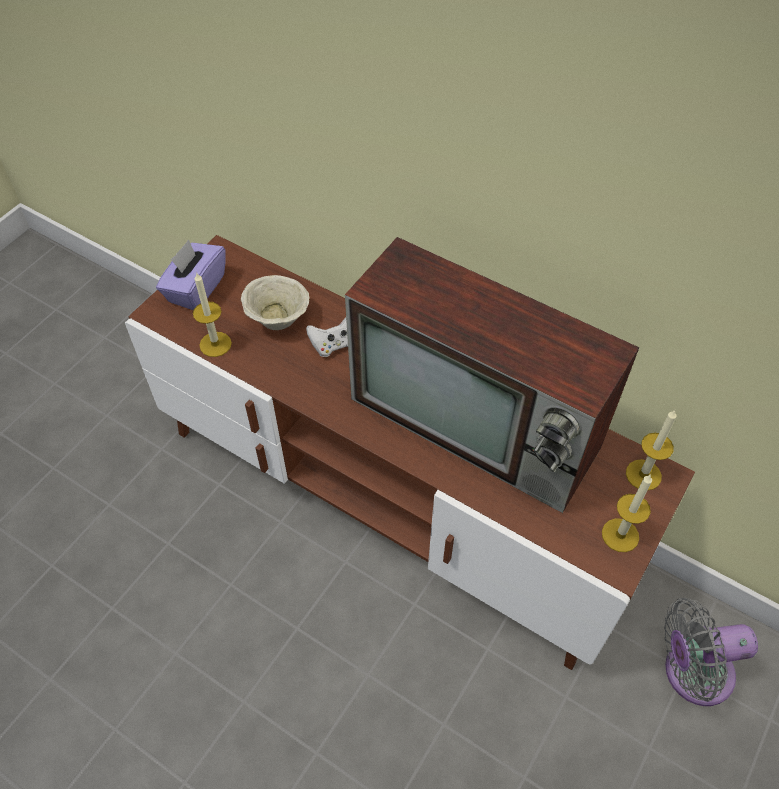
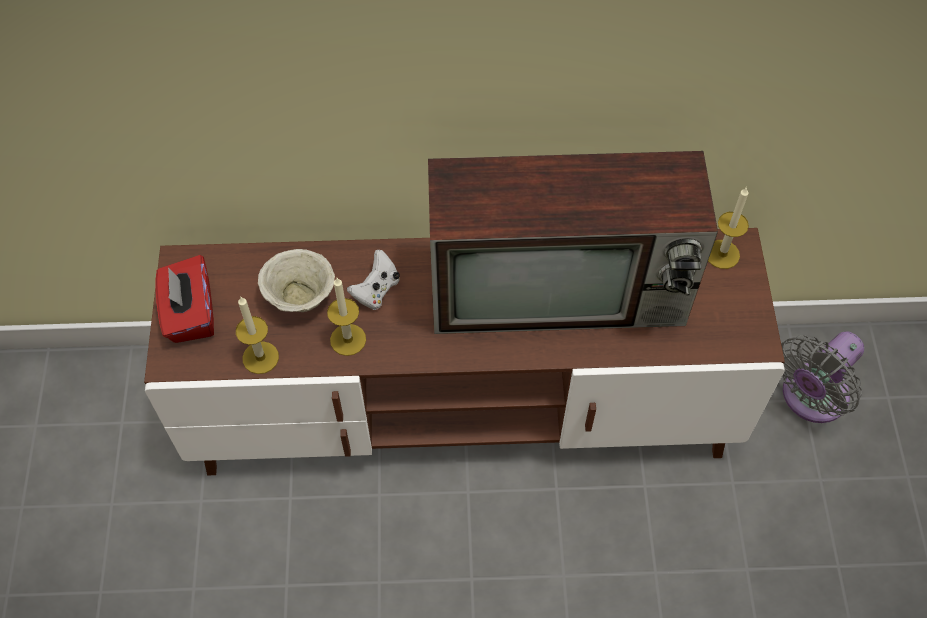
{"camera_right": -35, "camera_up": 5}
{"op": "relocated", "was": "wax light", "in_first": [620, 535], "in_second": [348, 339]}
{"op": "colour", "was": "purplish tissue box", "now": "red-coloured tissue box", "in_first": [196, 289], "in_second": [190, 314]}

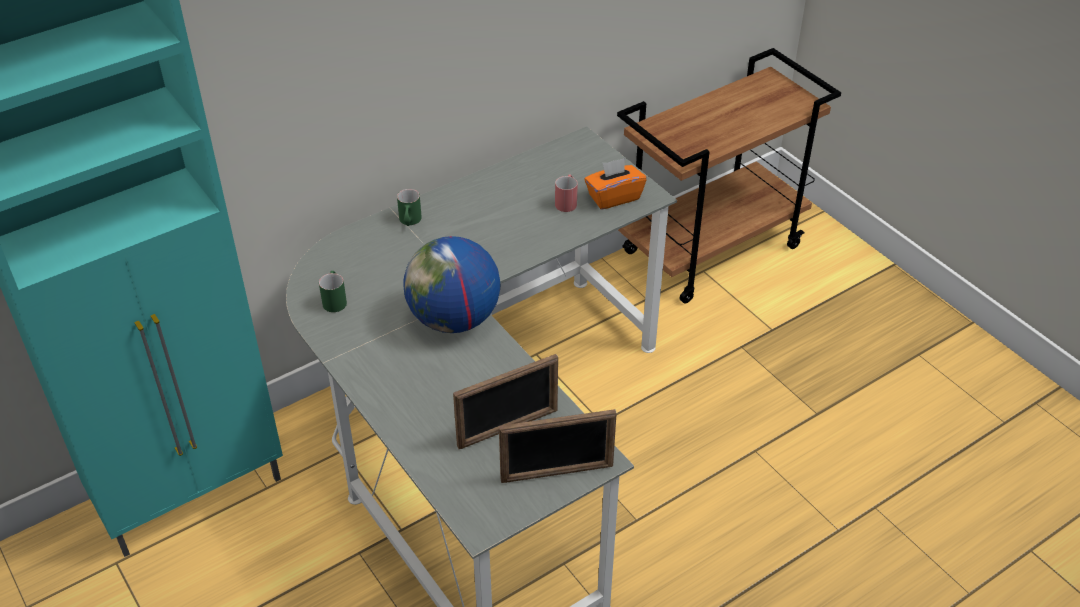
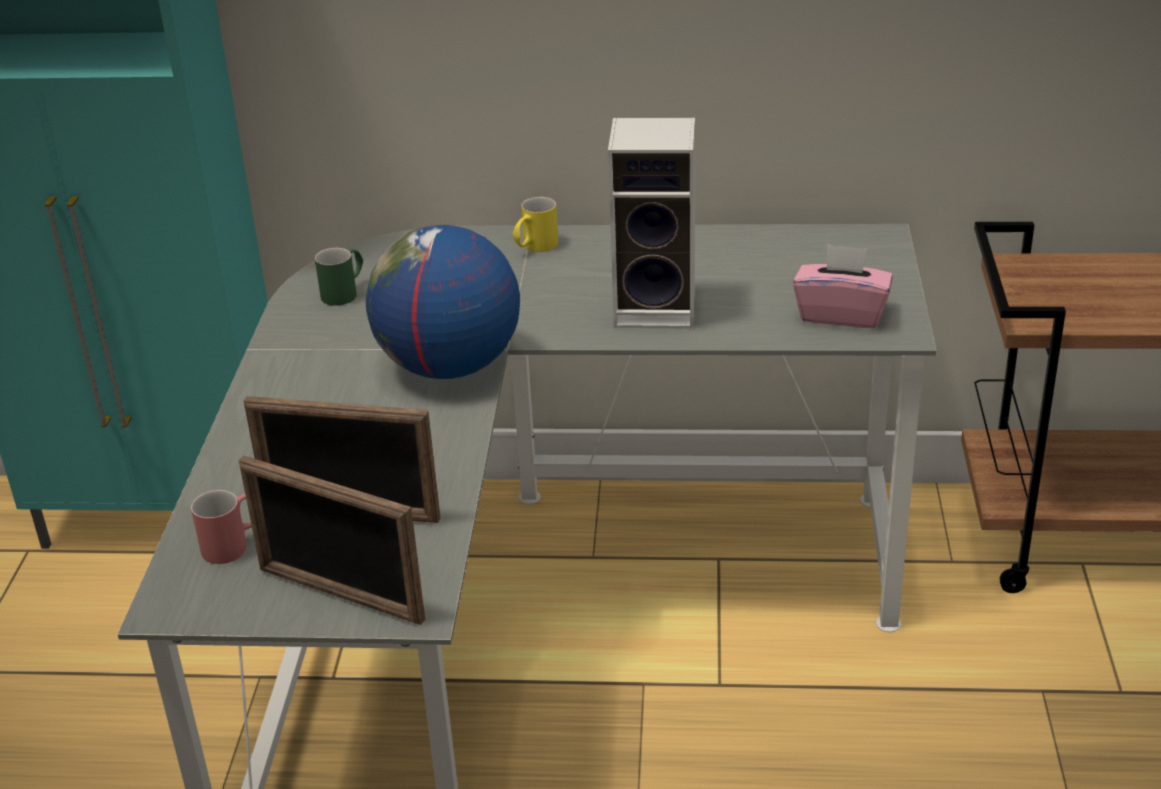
{"camera_right": 40, "camera_up": -10}
{"op": "appeared", "now": "loudspeaker", "in_second": [659, 308]}
{"op": "relocated", "was": "red-coloured mug", "in_first": [567, 201], "in_second": [235, 544]}
{"op": "colour", "was": "green mug", "now": "yellow-coloured mug", "in_first": [409, 222], "in_second": [534, 247]}
{"op": "colour", "was": "orange-coloured tissue box", "now": "pink-coloured tissue box", "in_first": [614, 197], "in_second": [841, 314]}

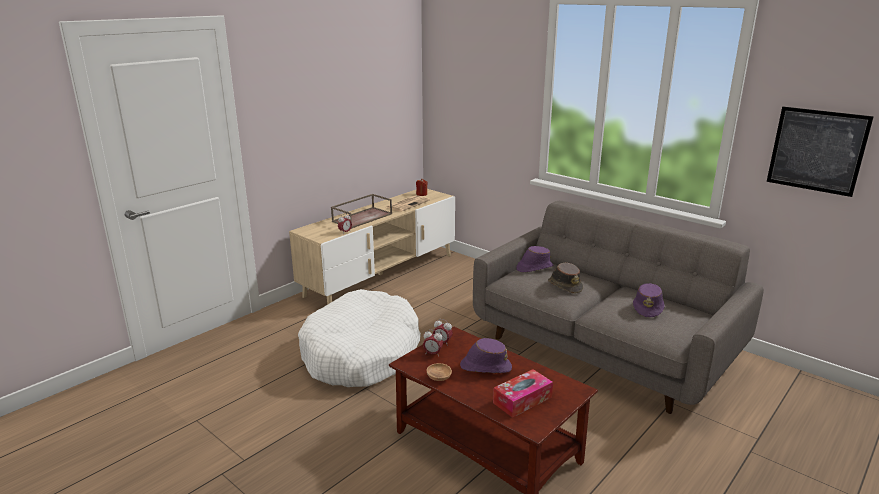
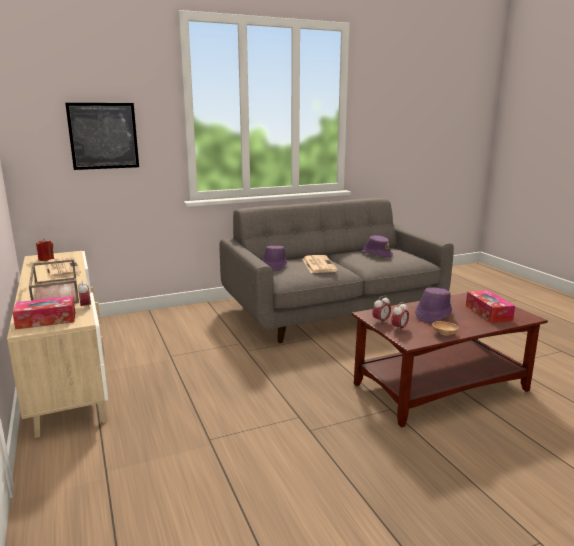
{"camera_right": -65, "camera_up": -5}
{"op": "missing", "was": "white pet bed", "in_first": [361, 354]}
{"op": "appeared", "now": "tissue box", "in_second": [46, 320]}
{"op": "relocated", "was": "wall art", "in_first": [817, 150], "in_second": [103, 136]}
{"op": "exchanged", "was": "brownish hat", "now": "printed paper", "in_first": [565, 285], "in_second": [318, 264]}

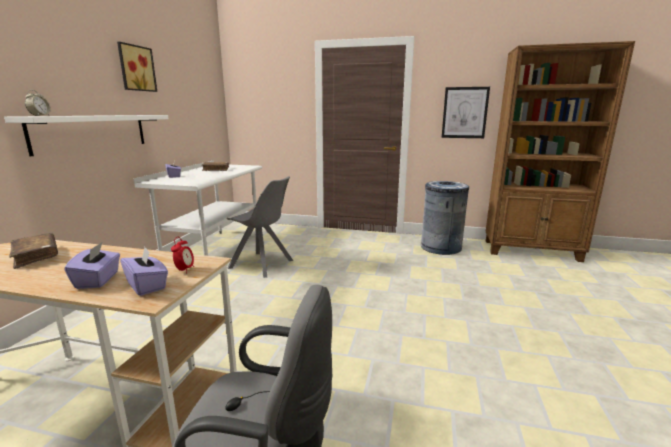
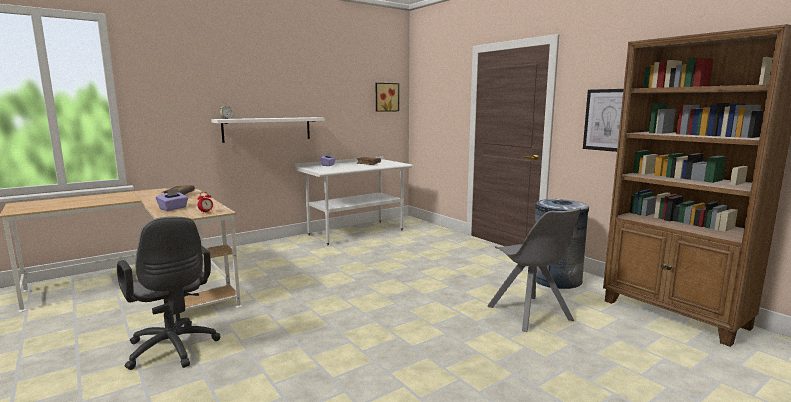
{"camera_right": 40, "camera_up": -5}
{"op": "missing", "was": "purplish tissue box", "in_first": [147, 285]}
{"op": "relocated", "was": "wall art", "in_first": [135, 68], "in_second": [386, 97]}
{"op": "relocated", "was": "greyish plain chair", "in_first": [262, 265], "in_second": [530, 314]}

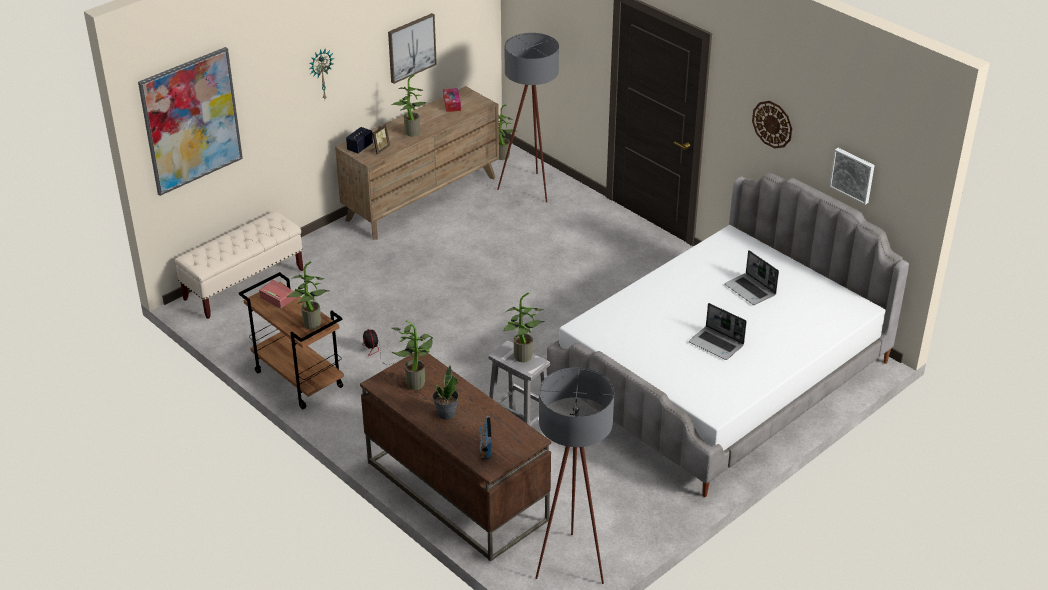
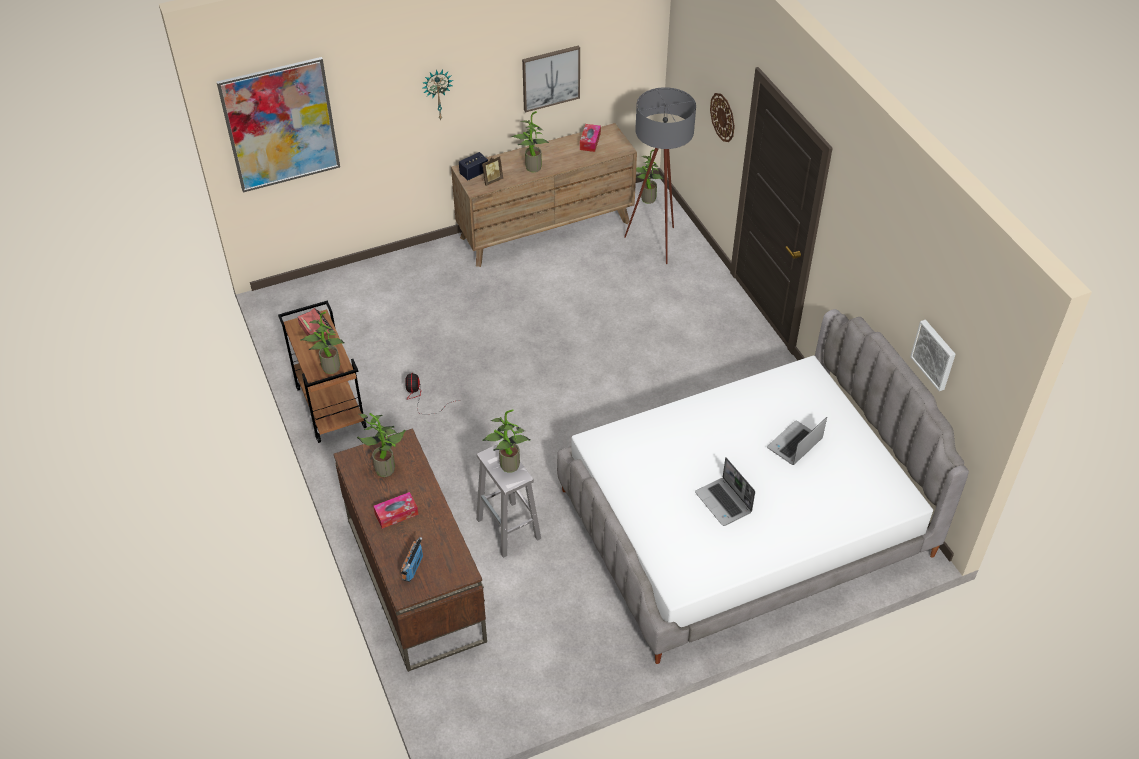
{"camera_right": 20, "camera_up": 10}
{"op": "missing", "was": "beige-coloured long seat", "in_first": [244, 285]}
{"op": "missing", "was": "greyish standing lamp", "in_first": [571, 558]}
{"op": "relocated", "was": "hanging clock", "in_first": [772, 124], "in_second": [723, 117]}
{"op": "exchanged", "was": "plant in a pot", "now": "tissue box", "in_first": [446, 413], "in_second": [396, 514]}
{"op": "spun", "was": "laptop", "in_first": [750, 290], "in_second": [794, 444], "clockwise": 60}

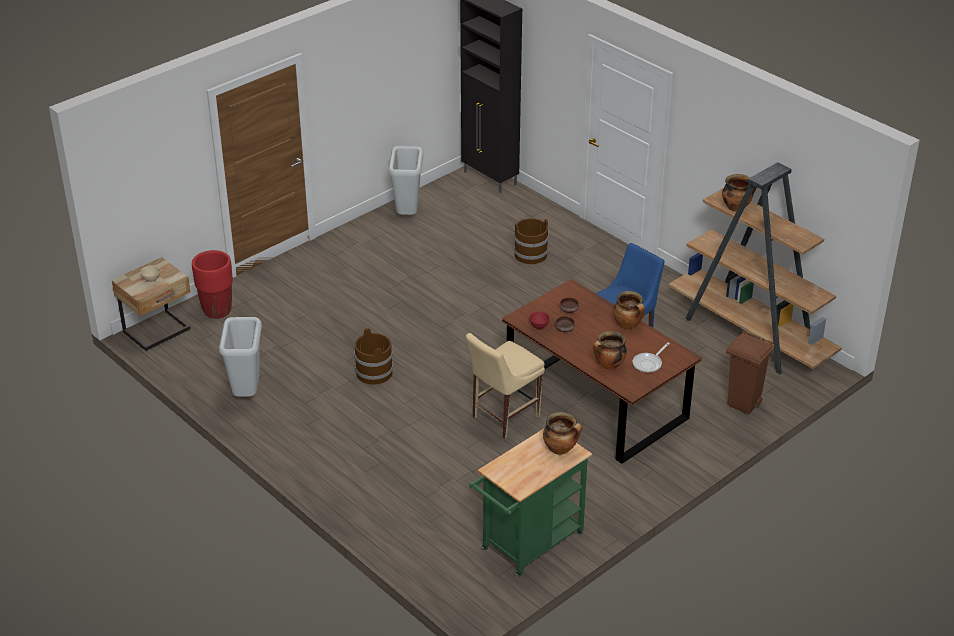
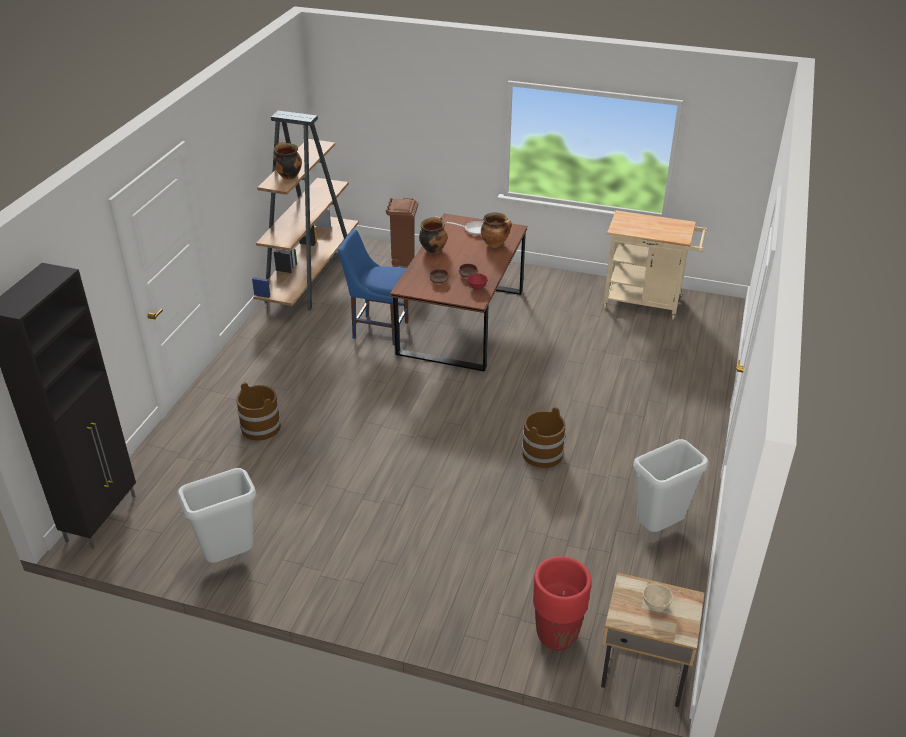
{"camera_right": -120, "camera_up": 0}
{"op": "missing", "was": "beige-coloured plain chair", "in_first": [503, 418]}
{"op": "missing", "was": "saucepot", "in_first": [561, 449]}
{"op": "colour", "was": "green wheeled cart", "now": "beige-coloured wheeled cart", "in_first": [528, 545], "in_second": [647, 303]}

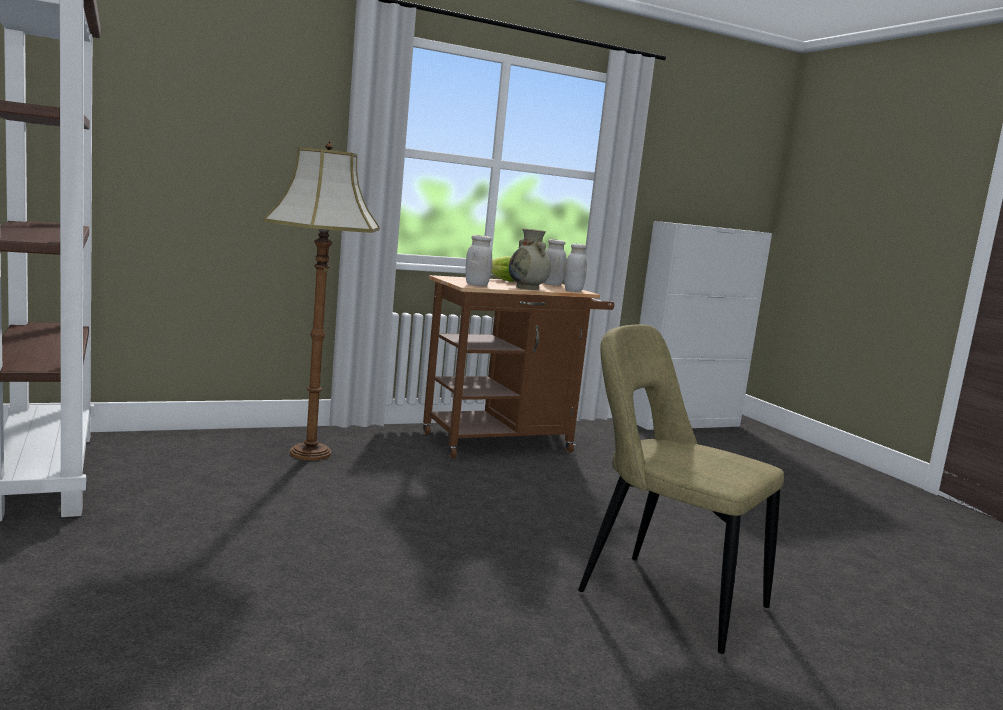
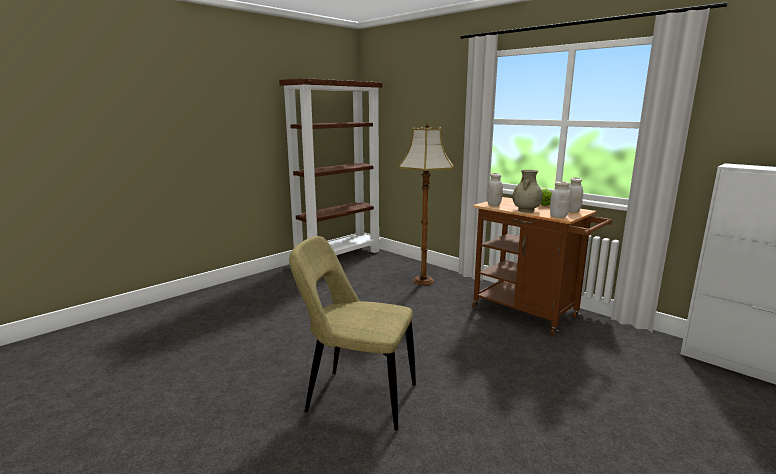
{"camera_right": 70, "camera_up": 5}
{"op": "spun", "was": "beige-coloured plain chair", "in_first": [664, 597], "in_second": [356, 397], "clockwise": -90}

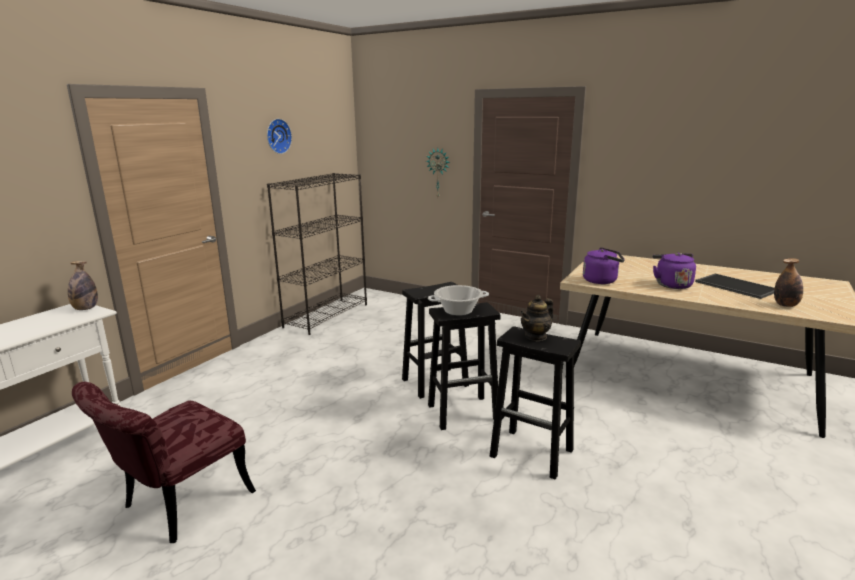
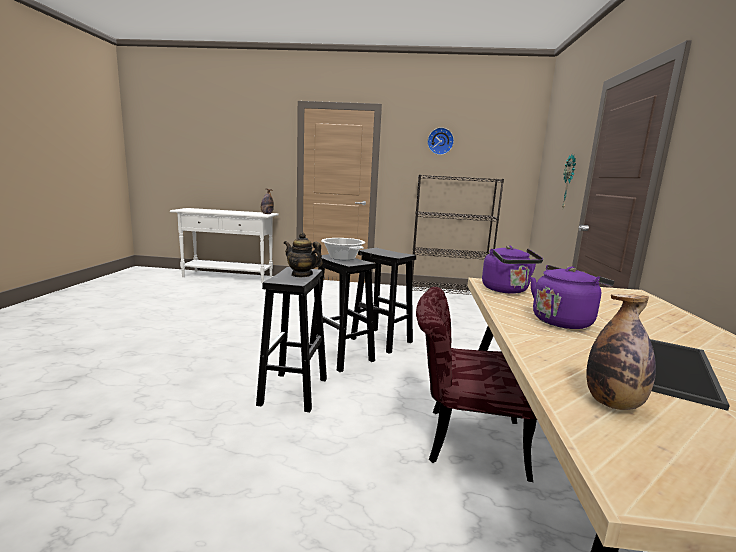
{"camera_right": 65, "camera_up": -5}
{"op": "relocated", "was": "red-coloured plain chair", "in_first": [177, 506], "in_second": [462, 439]}

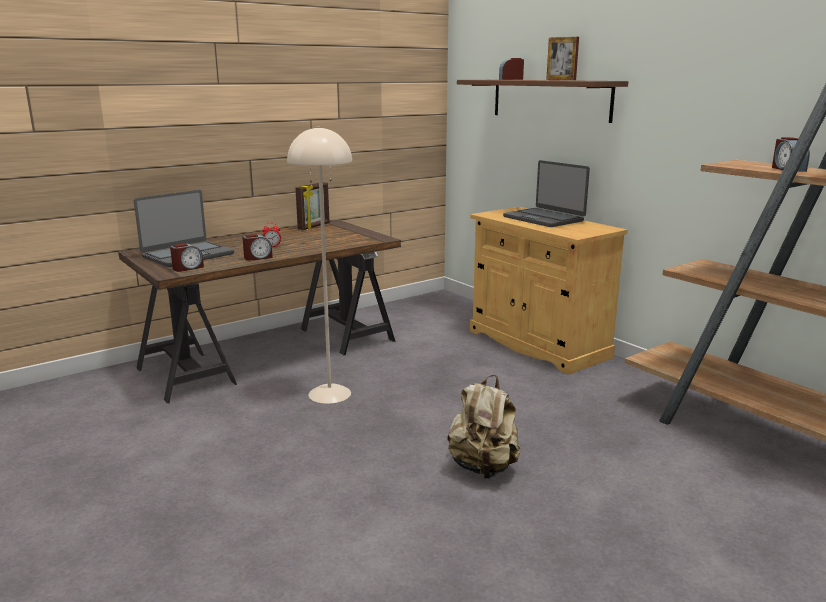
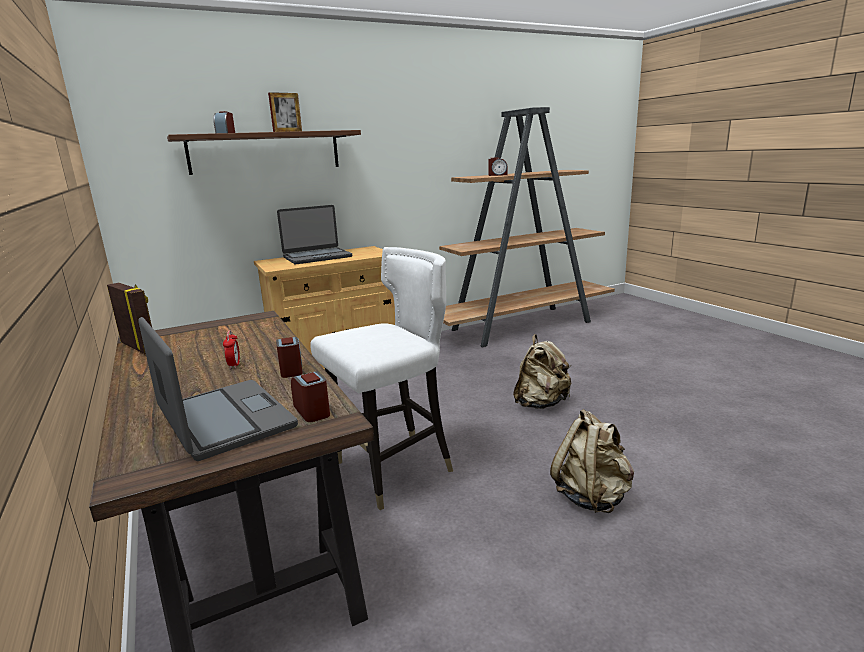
{"camera_right": -80, "camera_up": 0}
{"op": "appeared", "now": "beige-coloured rucksack", "in_second": [591, 496]}
{"op": "exchanged", "was": "beige-coloured standing lamp", "now": "white plain chair", "in_first": [329, 394], "in_second": [393, 470]}

